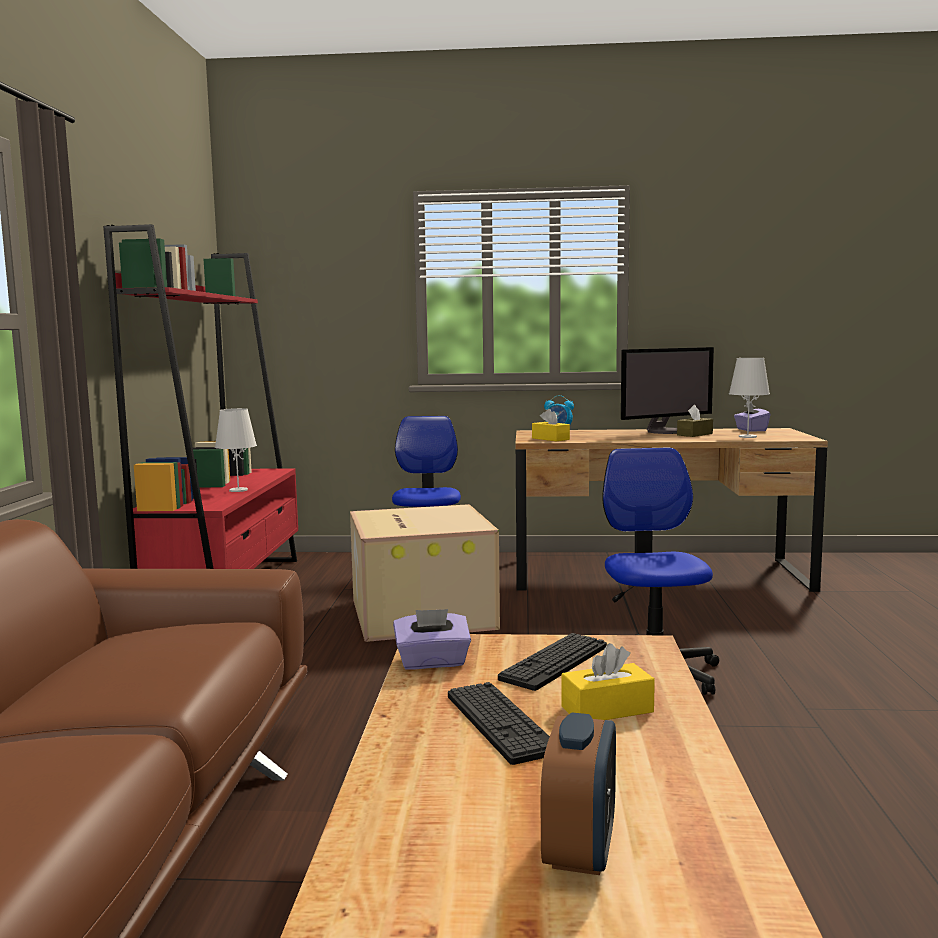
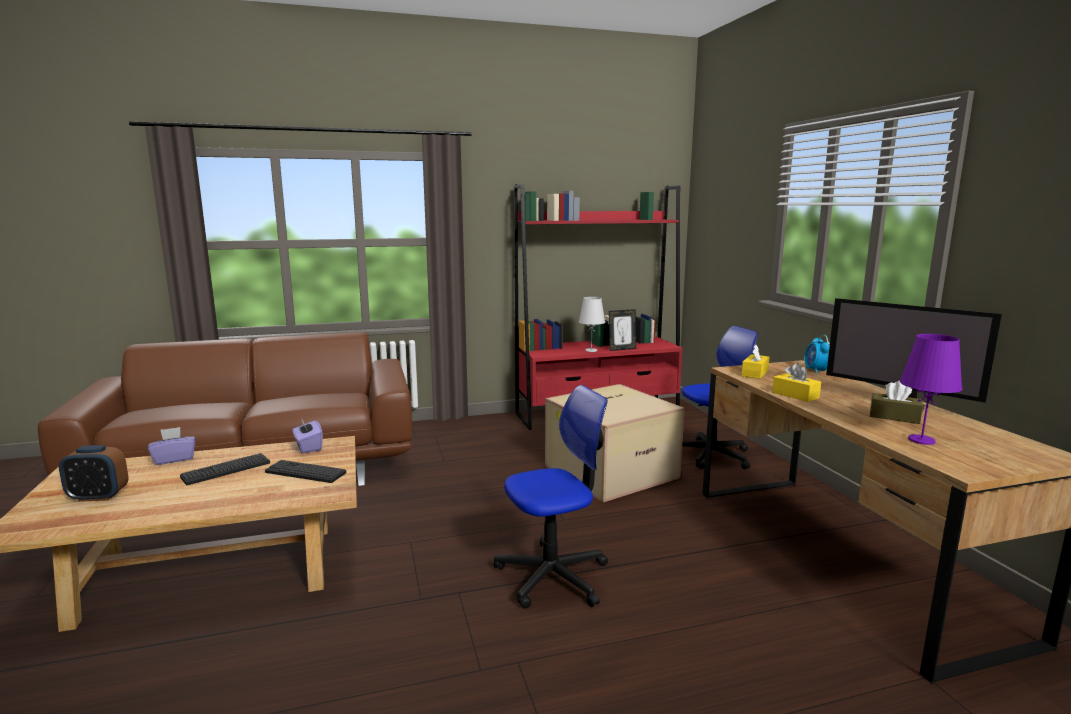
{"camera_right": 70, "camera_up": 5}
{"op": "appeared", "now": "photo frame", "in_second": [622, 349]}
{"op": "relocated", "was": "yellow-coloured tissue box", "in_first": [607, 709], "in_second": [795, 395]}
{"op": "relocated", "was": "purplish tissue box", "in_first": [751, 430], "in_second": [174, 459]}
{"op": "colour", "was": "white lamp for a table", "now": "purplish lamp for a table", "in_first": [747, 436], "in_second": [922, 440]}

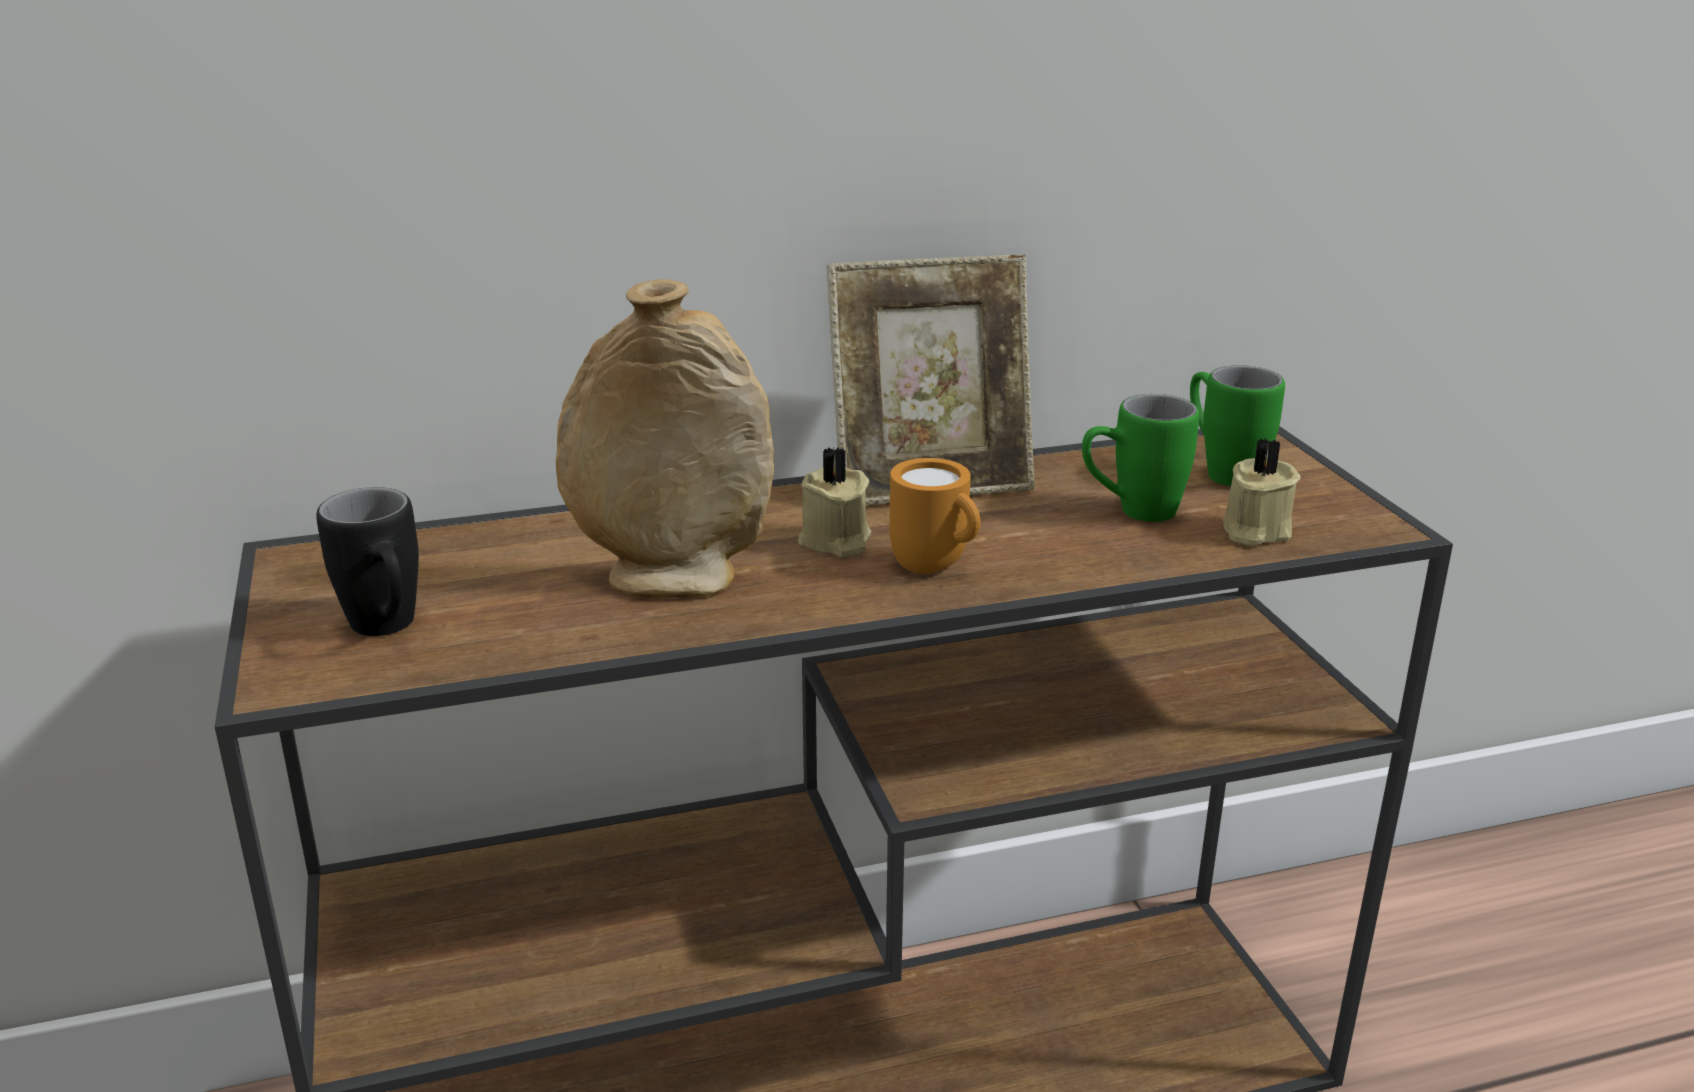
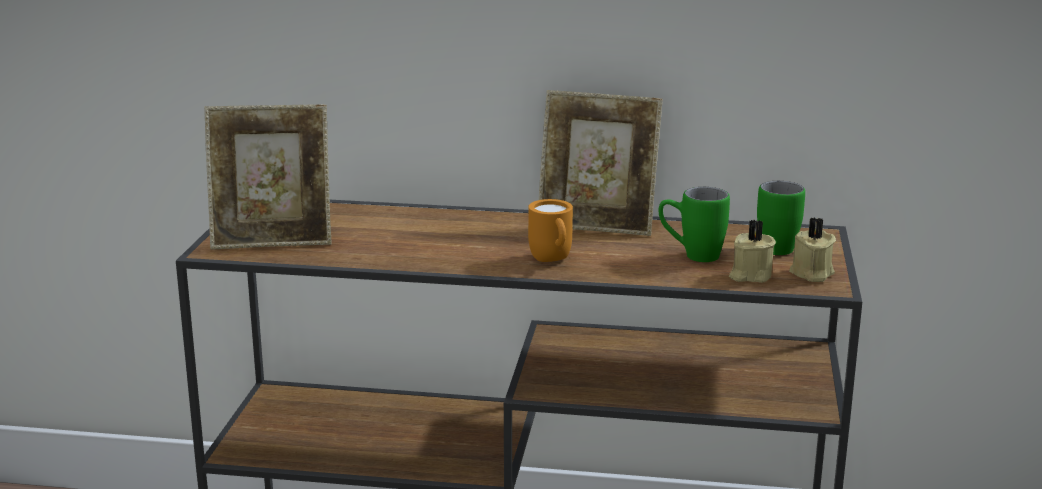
{"camera_right": 25, "camera_up": -5}
{"op": "missing", "was": "beige-coloured flower vase", "in_first": [671, 580]}
{"op": "relocated", "was": "beige-coloured wax light", "in_first": [835, 541], "in_second": [811, 273]}
{"op": "exchanged", "was": "blackish mug", "now": "photo frame", "in_first": [388, 630], "in_second": [273, 239]}

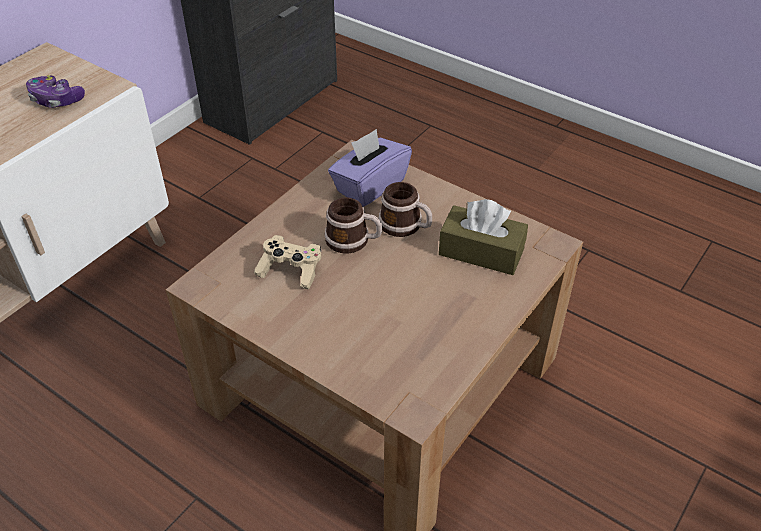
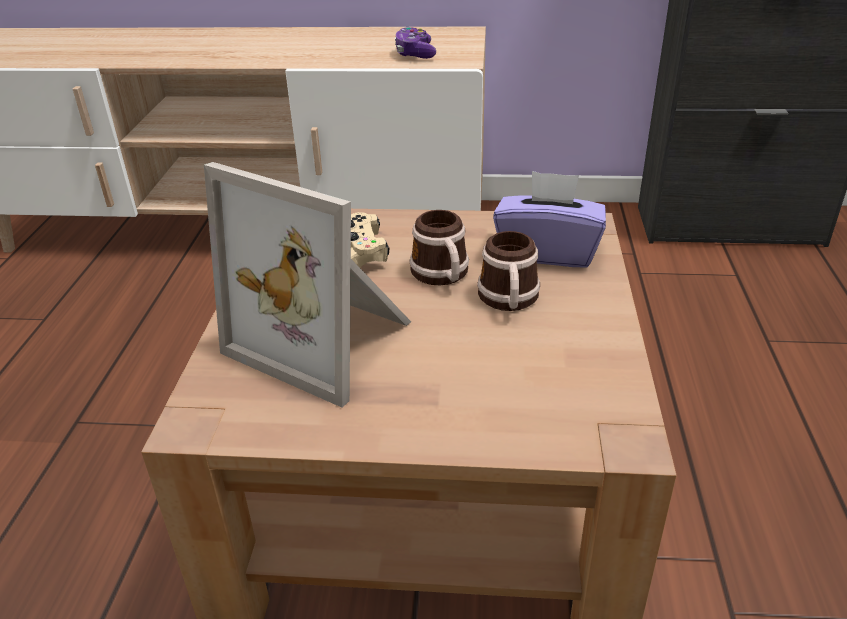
{"camera_right": 60, "camera_up": -10}
{"op": "missing", "was": "brownish tissue box", "in_first": [481, 252]}
{"op": "appeared", "now": "photo frame", "in_second": [327, 338]}

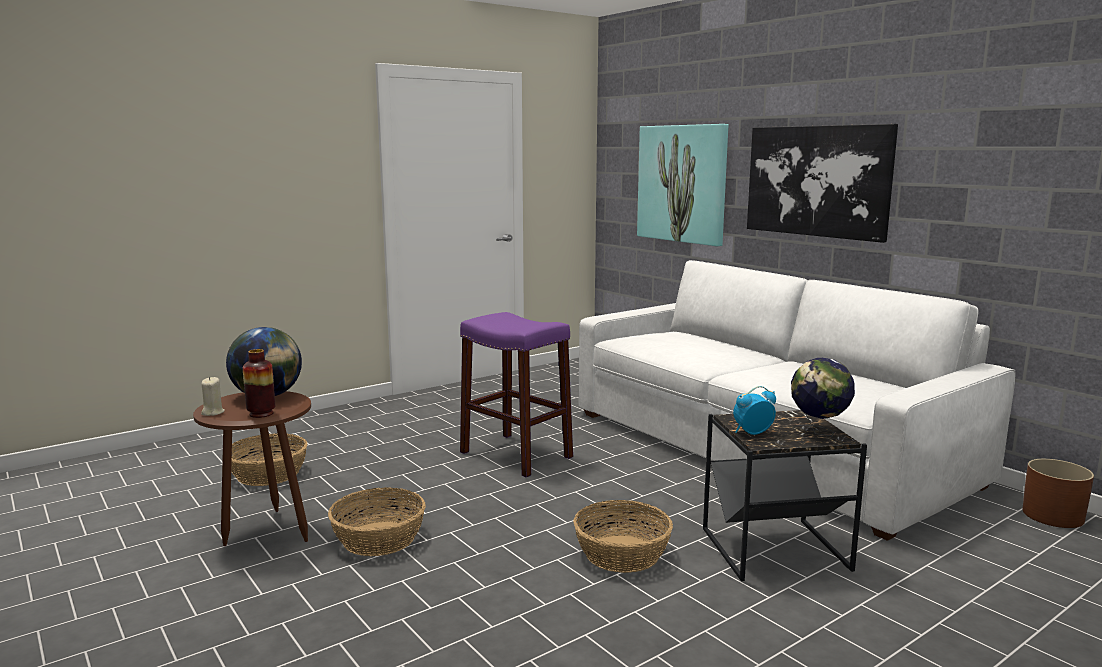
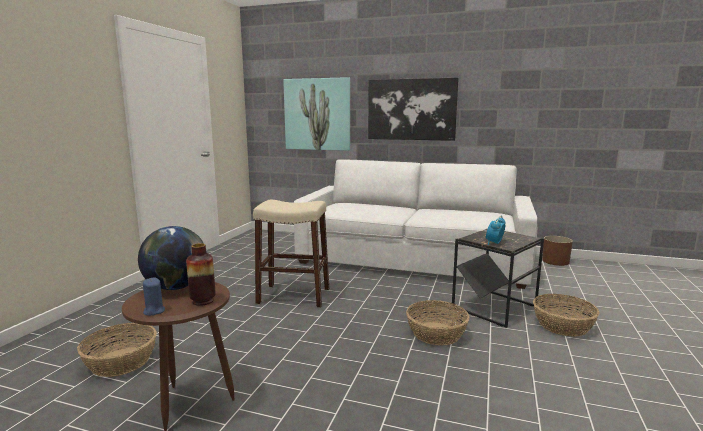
{"camera_right": -35, "camera_up": 0}
{"op": "missing", "was": "desk globe", "in_first": [818, 432]}
{"op": "relocated", "was": "basket", "in_first": [379, 538], "in_second": [562, 325]}
{"op": "colour", "was": "beige-coloured wax light", "now": "blue wax light", "in_first": [213, 412], "in_second": [154, 311]}
{"op": "colour", "was": "purplish stool", "now": "beige-coloured stool", "in_first": [516, 455], "in_second": [294, 296]}

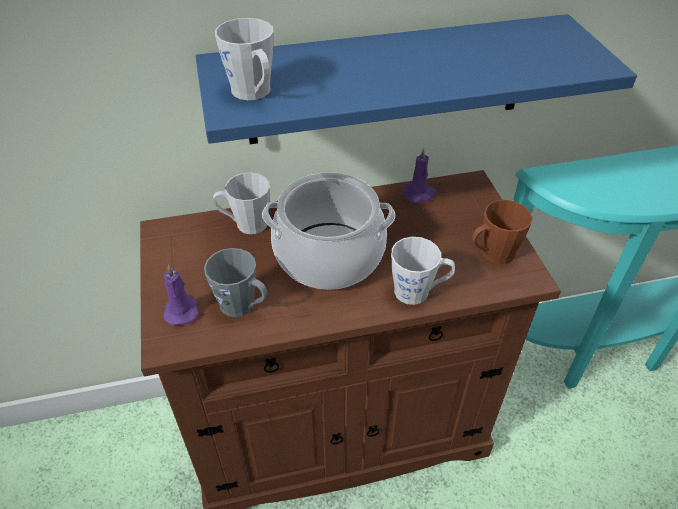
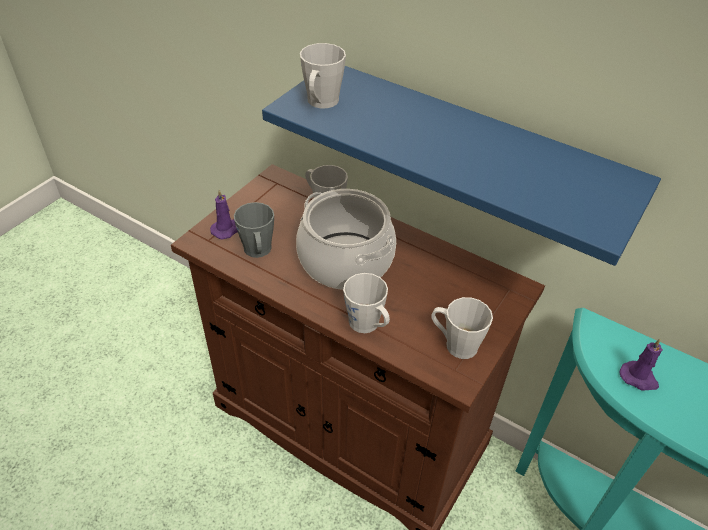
{"camera_right": 45, "camera_up": 0}
{"op": "relocated", "was": "purplish wax light", "in_first": [419, 194], "in_second": [639, 378]}
{"op": "colour", "was": "brownish mug", "now": "greyish mug", "in_first": [492, 254], "in_second": [455, 344]}

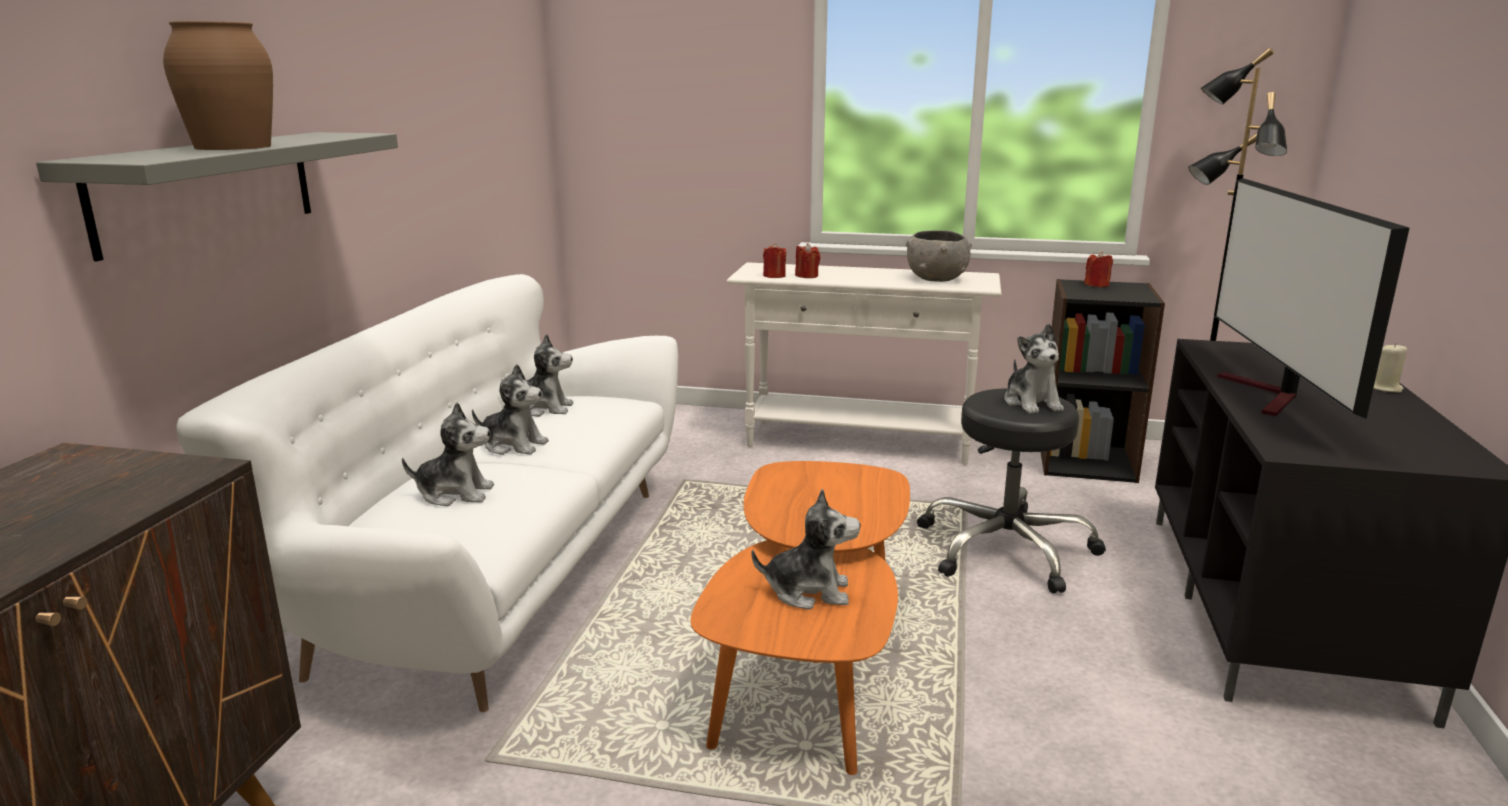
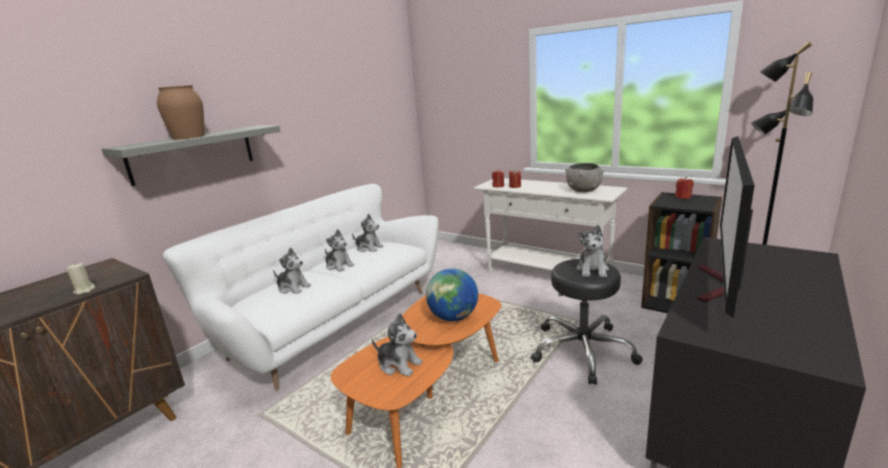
{"camera_right": 25, "camera_up": 0}
{"op": "appeared", "now": "desk globe", "in_second": [453, 317]}
{"op": "relocated", "was": "beige-coloured wax light", "in_first": [1386, 388], "in_second": [84, 290]}

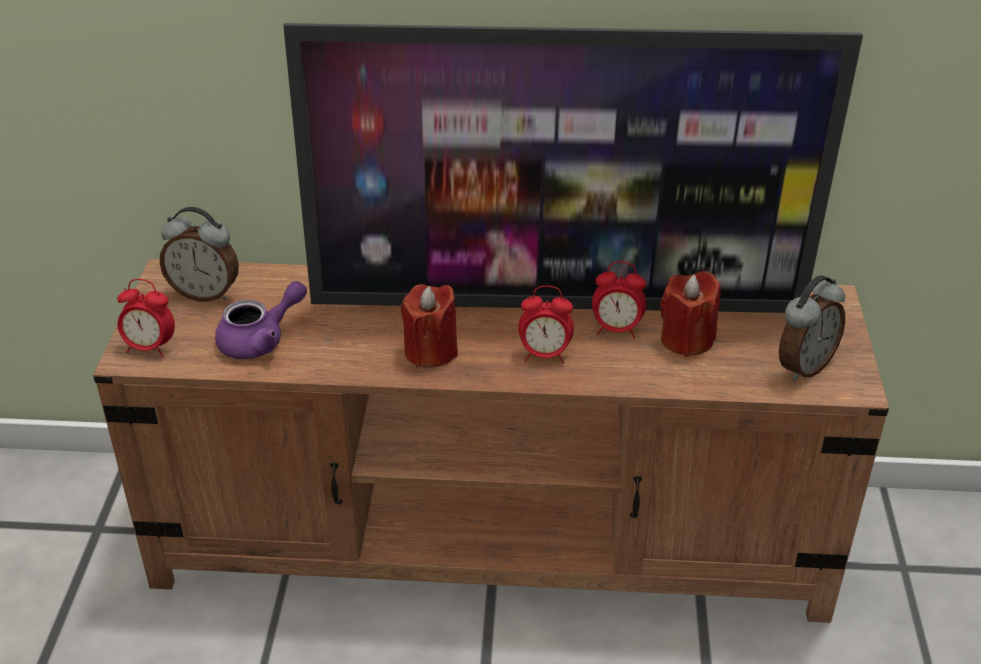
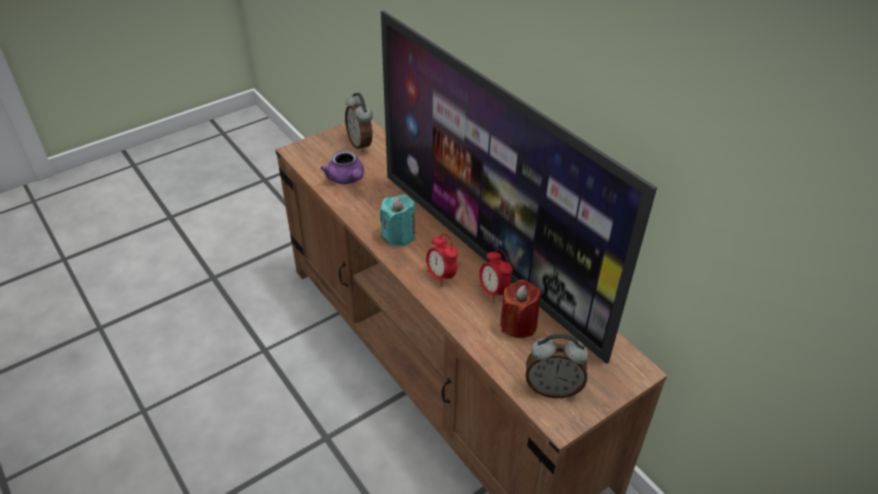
{"camera_right": 50, "camera_up": 5}
{"op": "missing", "was": "bedside clock", "in_first": [150, 348]}
{"op": "colour", "was": "red-coloured wax light", "now": "blue-green wax light", "in_first": [431, 351], "in_second": [399, 235]}
{"op": "spun", "was": "purplish tea pot", "in_first": [261, 340], "in_second": [347, 179], "clockwise": 45}

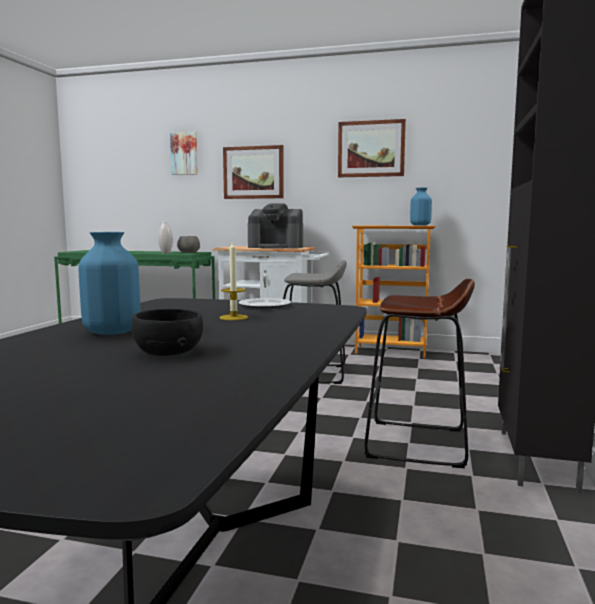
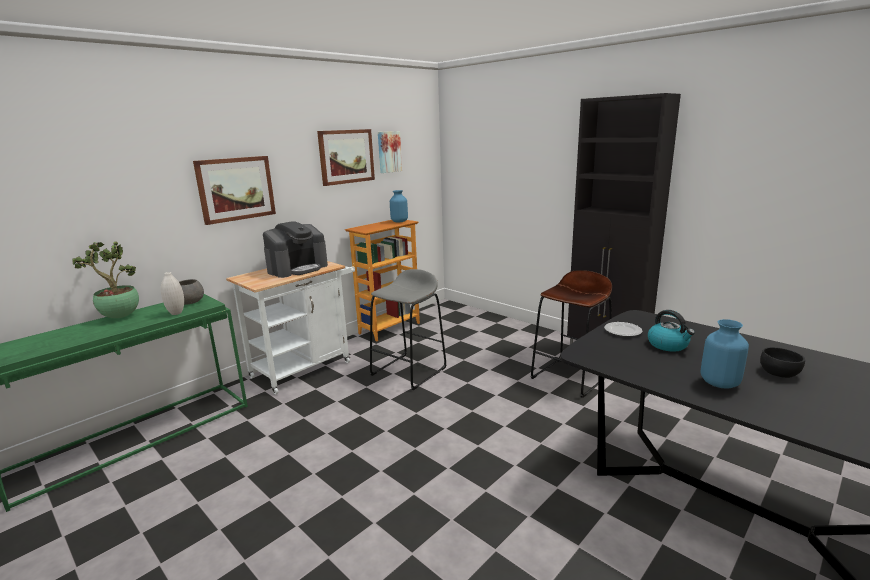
{"camera_right": -60, "camera_up": 10}
{"op": "appeared", "now": "plant in a pot", "in_second": [119, 317]}
{"op": "relocated", "was": "wall art", "in_first": [184, 153], "in_second": [388, 152]}
{"op": "exchanged", "was": "wax light", "now": "water kettle", "in_first": [233, 317], "in_second": [668, 345]}

